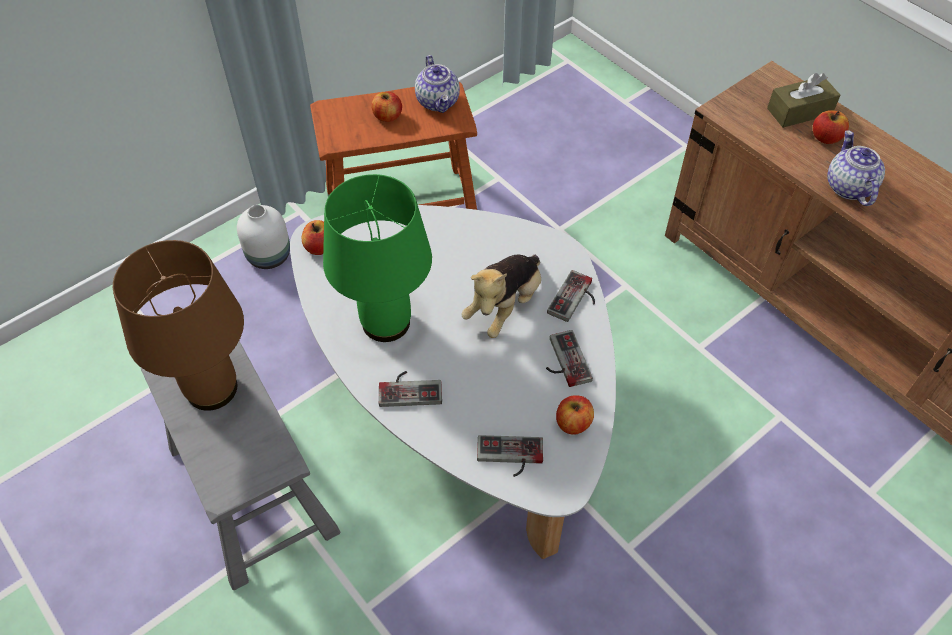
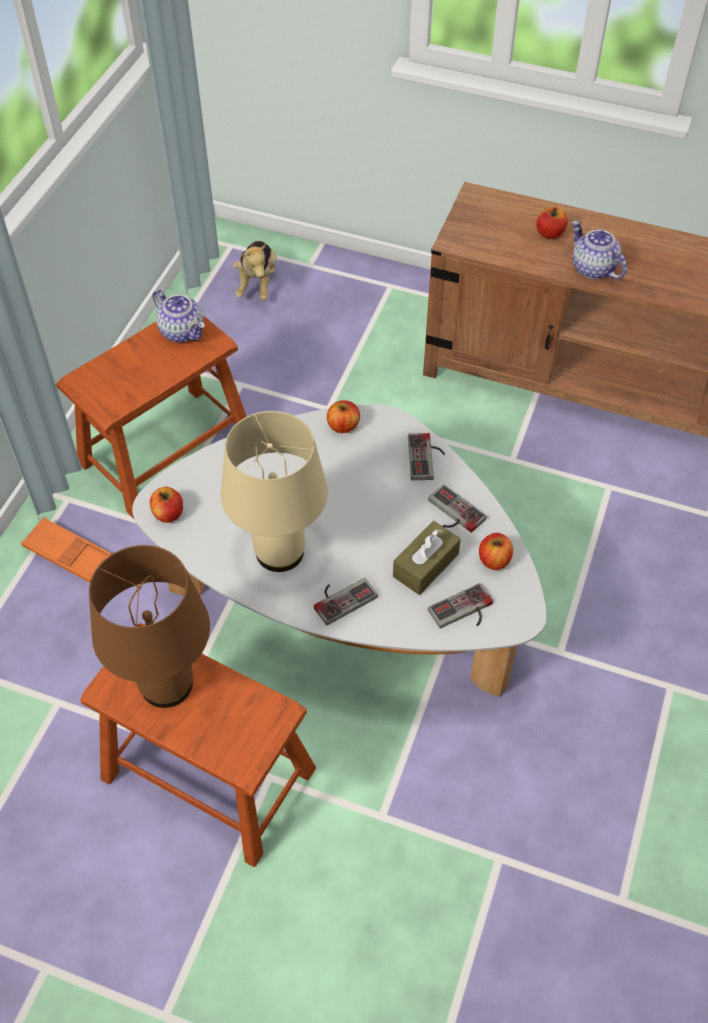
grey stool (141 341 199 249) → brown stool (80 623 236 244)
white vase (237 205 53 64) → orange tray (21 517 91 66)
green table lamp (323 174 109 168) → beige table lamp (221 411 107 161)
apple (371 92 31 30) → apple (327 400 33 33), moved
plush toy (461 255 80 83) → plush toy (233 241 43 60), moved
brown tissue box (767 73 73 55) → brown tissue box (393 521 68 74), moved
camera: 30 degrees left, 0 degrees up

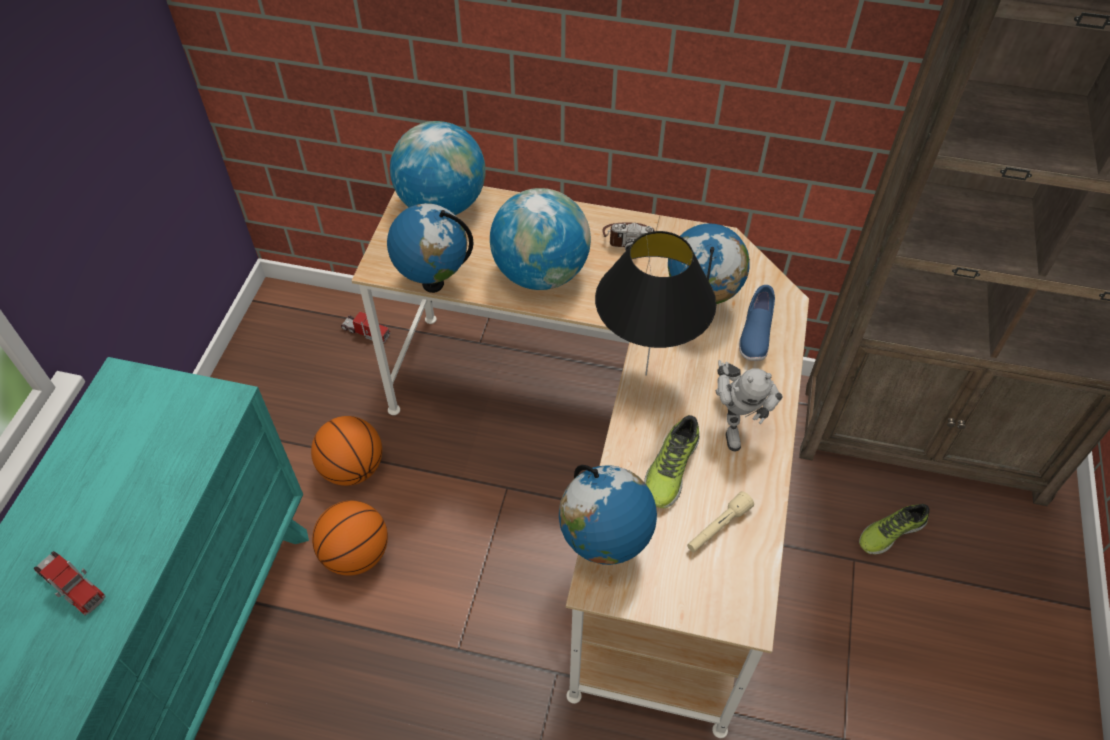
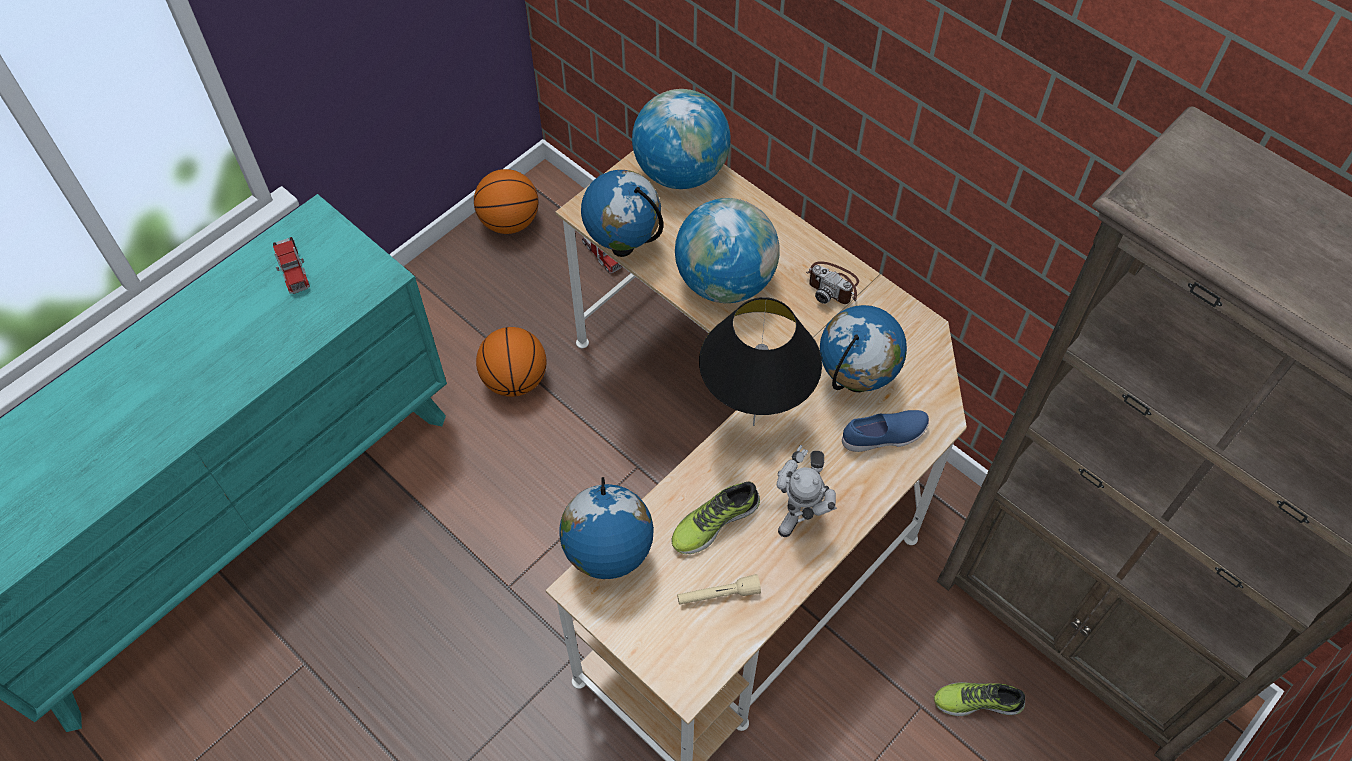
toy truck (34 551 72 64) → toy truck (273 237 37 57), moved
basketball (312 501 76 75) → basketball (474 169 64 65), moved
blue shoe (739 285 36 76) → blue shoe (842 410 87 42), 150 degrees counterclockwise
camera: 30 degrees right, 5 degrees up

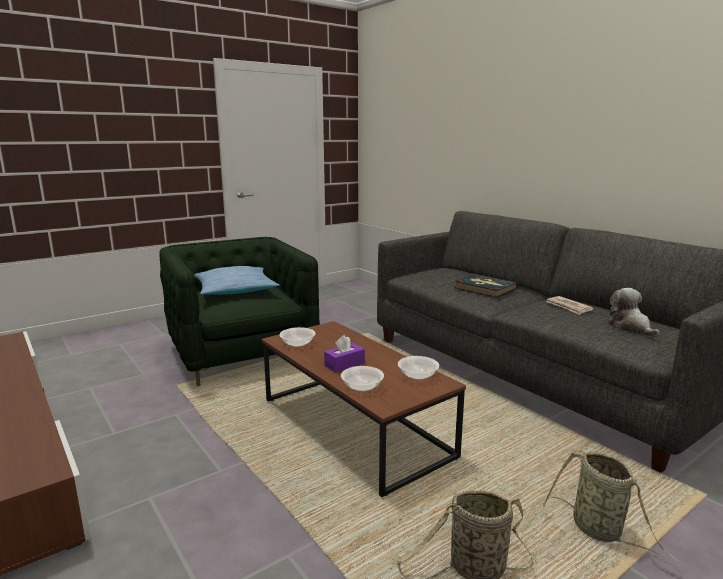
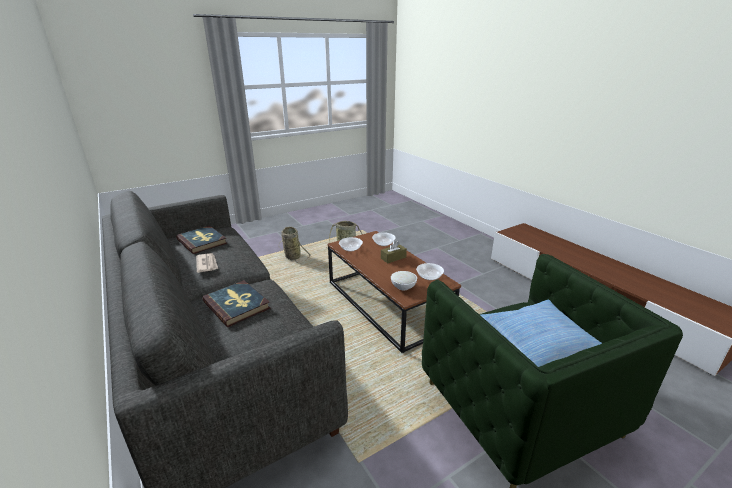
purple tissue box (324 335 41 38) → brown tissue box (381 241 26 22)
plush toy (608 288 52 49) → book (176 226 51 28)
- → white bowl (391 271 26 20)
camera: 175 degrees left, 10 degrees up

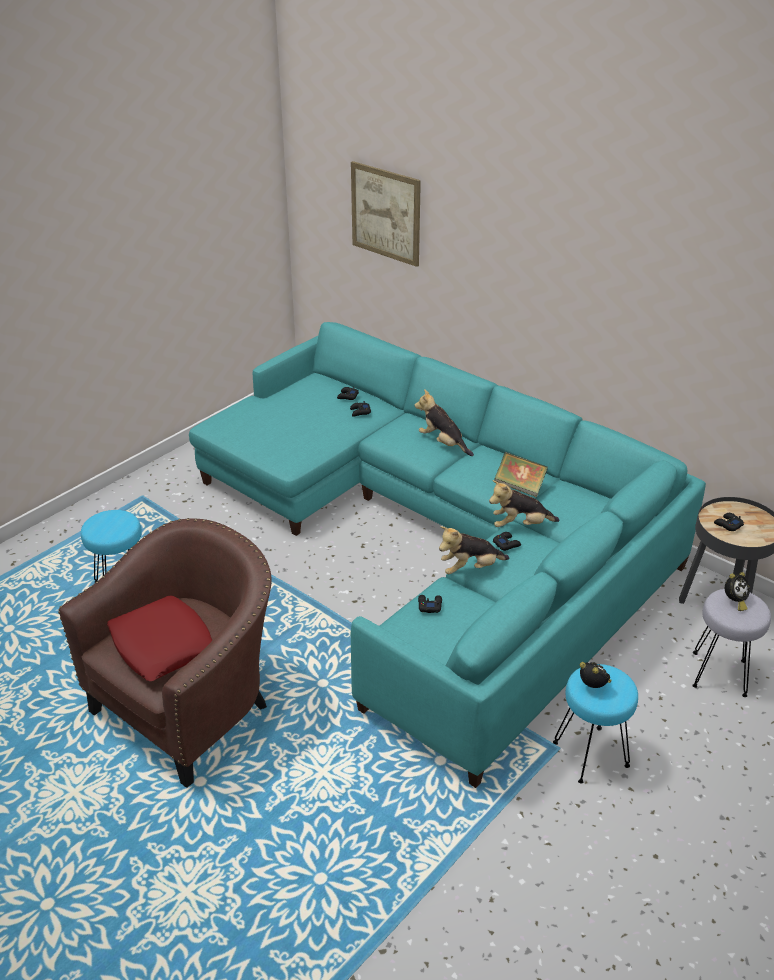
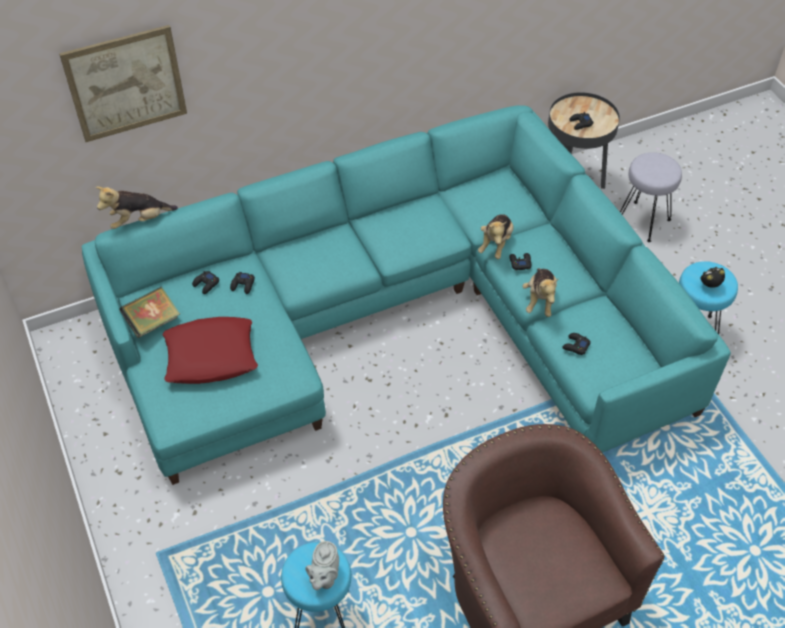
red pillow (107 595 106 86) → red pillow (163 317 95 67), moved
plush toy (415 389 59 67) → plush toy (96 186 82 43), moved
book (494 452 54 45) → book (119 287 61 51), moved
alarm clock (725 572 25 39) → -
- → grey teapot (305 541 34 49)
camera: 65 degrees left, 15 degrees up

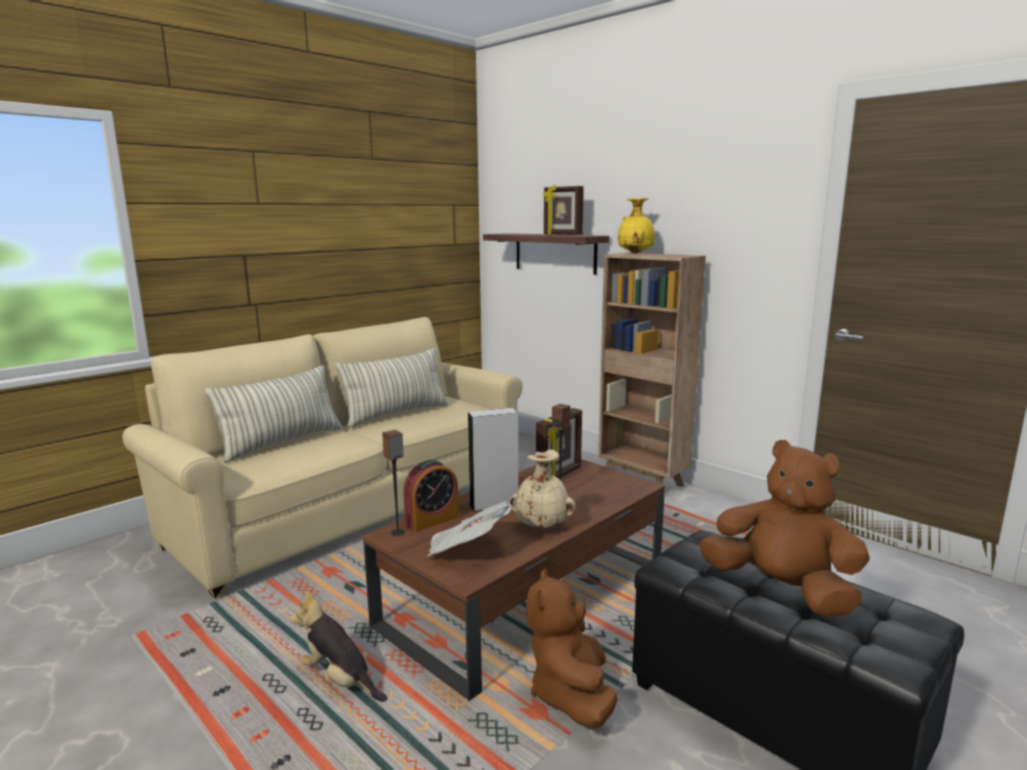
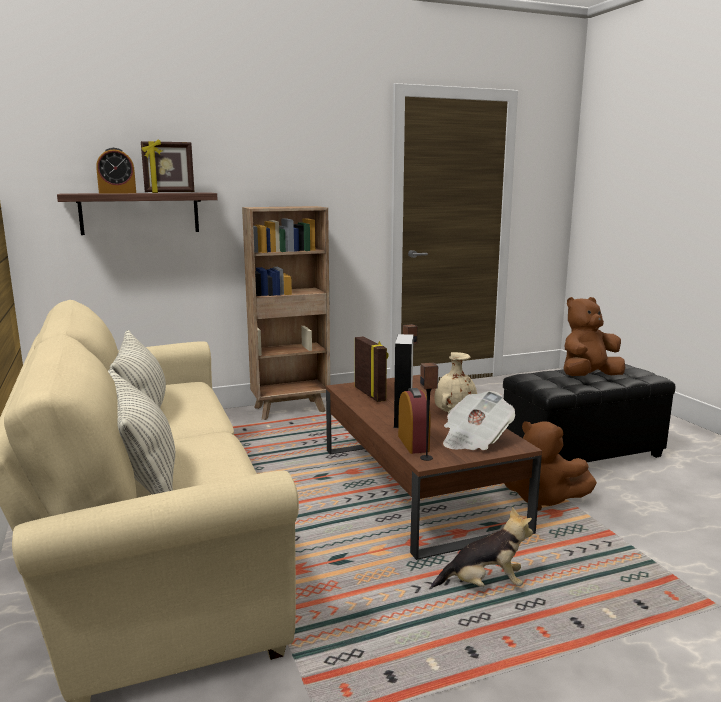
plush toy (290 590 97 112) → plush toy (431 507 102 80), 150 degrees counterclockwise
yellow vase (618 198 37 56) → -
- → alarm clock (96 147 40 47)
camera: 65 degrees left, 0 degrees up

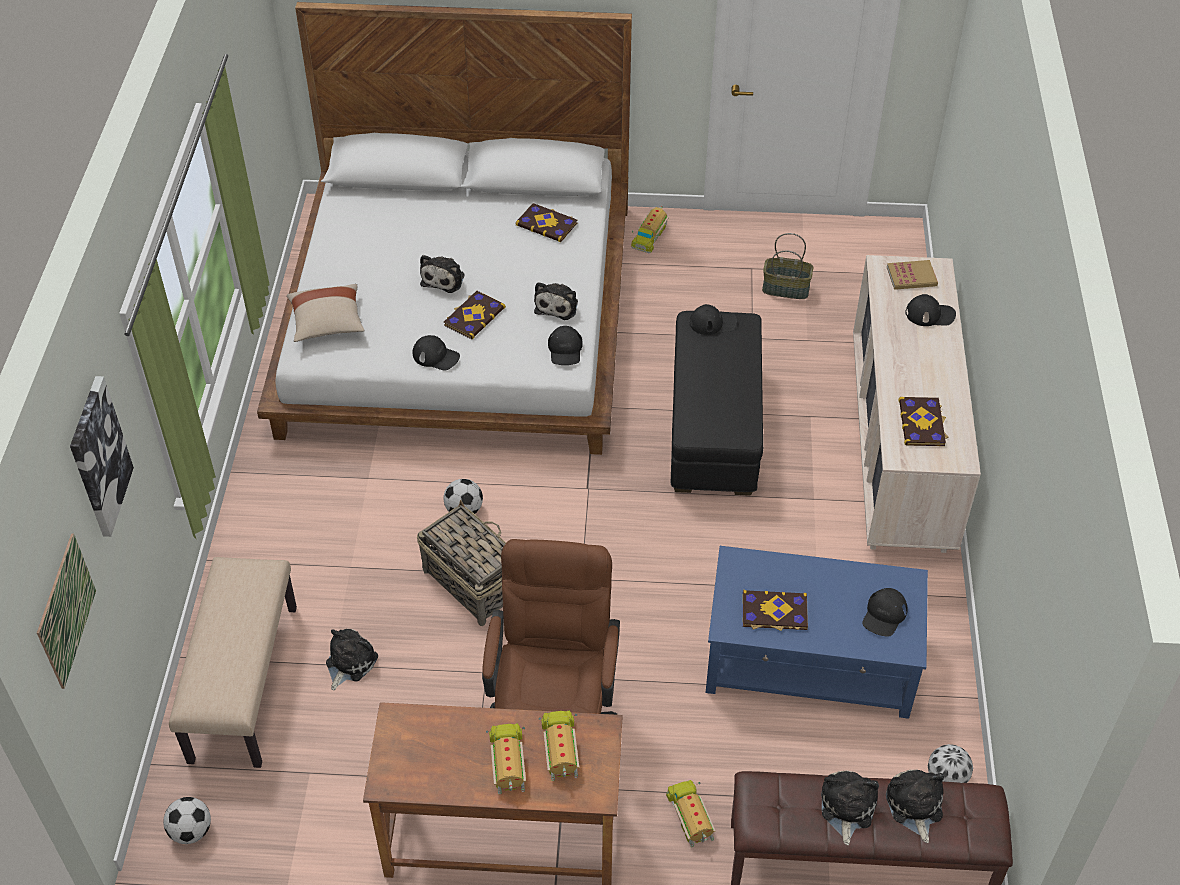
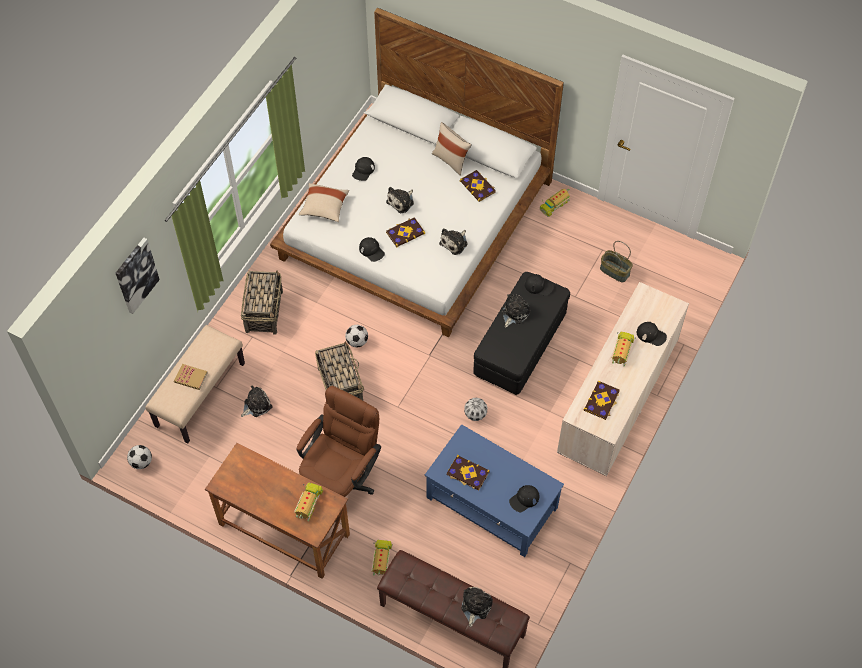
picture (37 534 59 155) → -
toy truck (486 723 40 71) → toy truck (611 331 25 36), moved
black cap (548 326 35 39) → black cap (352 157 23 24), moved
plush toy (821 771 58 74) → plush toy (502 294 29 34), moved
book (887 260 51 30) → book (174 364 34 26), moved
football (928 744 45 39) → football (464 398 23 23), moved
- → basket (241 271 42 64)
- → beige pillow (432 122 40 54)
camera: 25 degrees right, 10 degrees up

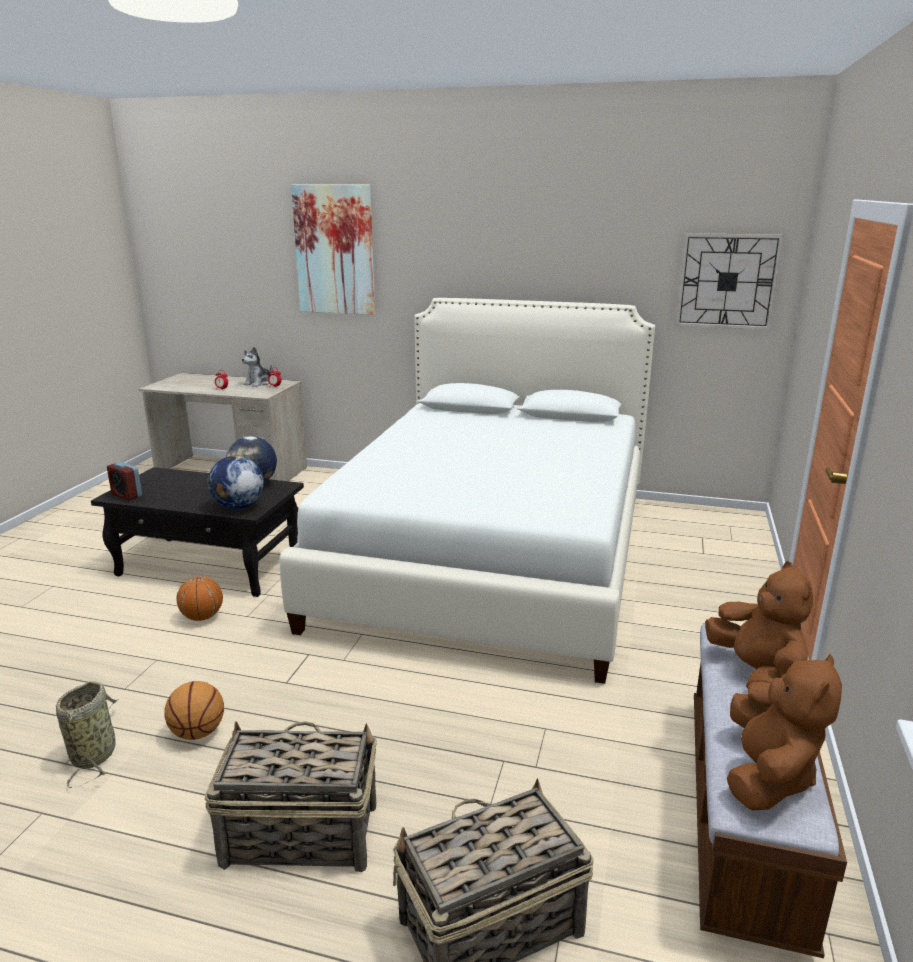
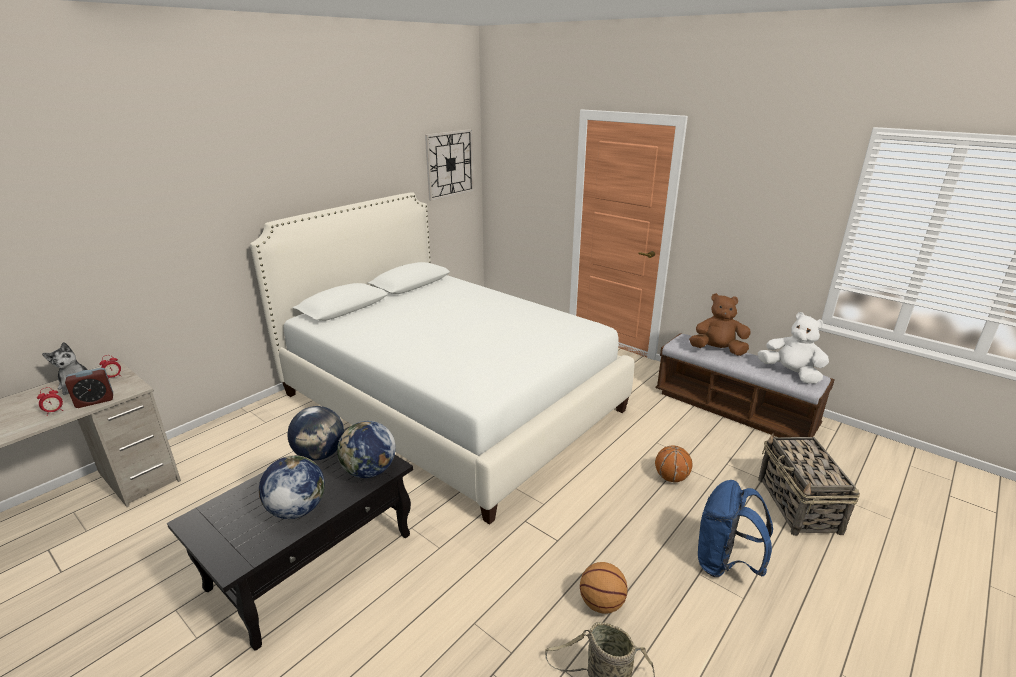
alarm clock (107 462 35 38) → alarm clock (65 368 48 40), moved
basketball (176 576 47 45) → basketball (655 446 38 36), moved
basket (204 721 173 151) → blue backpack (698 480 75 97)
picture (291 184 84 131) → -
brown plush toy (727 654 115 156) → white plush toy (758 312 71 72)
- → globe (259 455 66 64)
camera: 65 degrees left, 5 degrees up

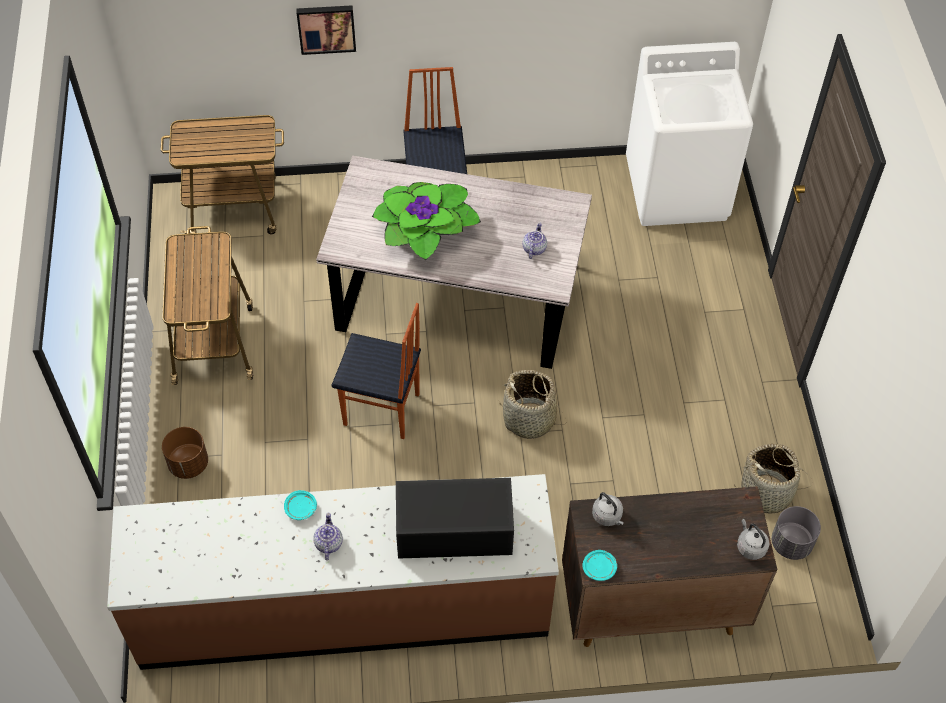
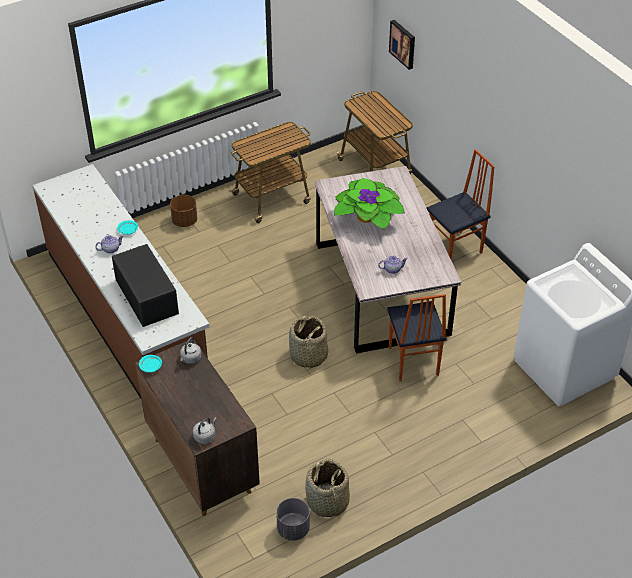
picture (296 5 60 50) → picture (389 20 26 50), moved
chair (332 303 89 136) → chair (387 294 60 87), moved
camera: 65 degrees right, 10 degrees down

